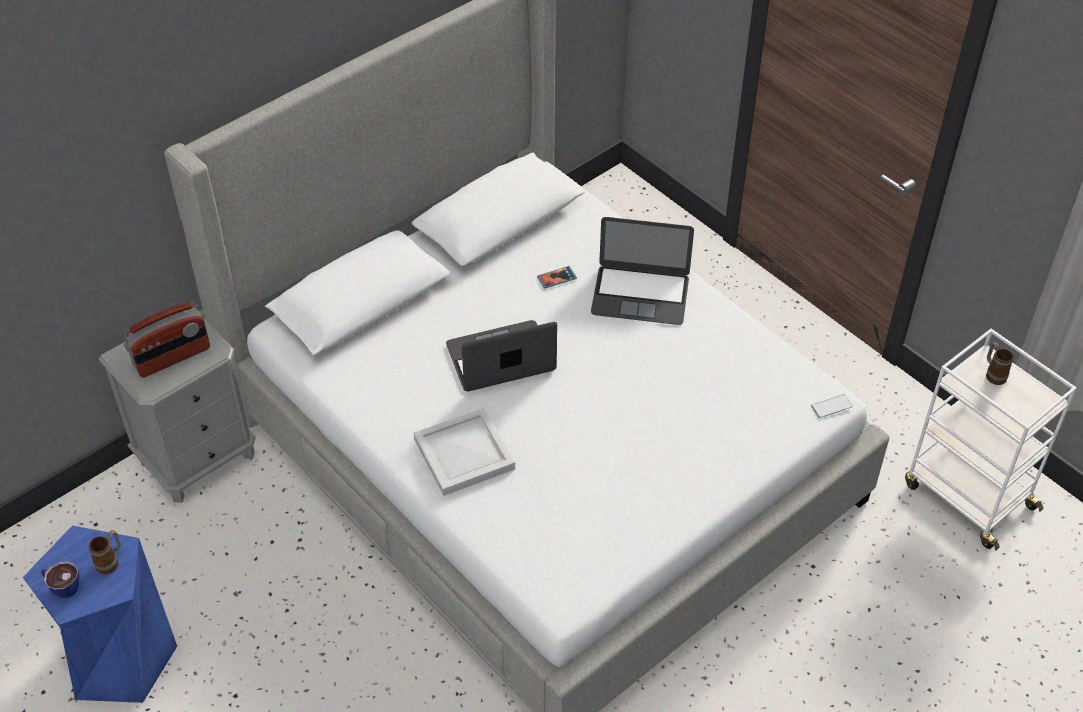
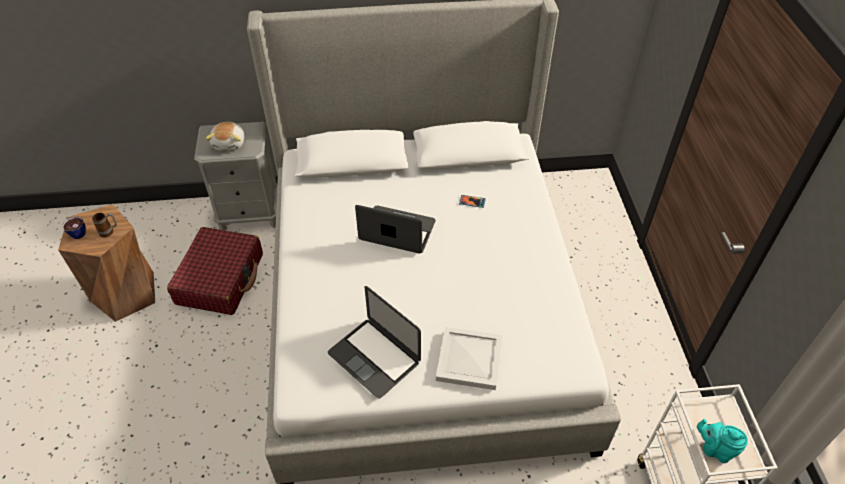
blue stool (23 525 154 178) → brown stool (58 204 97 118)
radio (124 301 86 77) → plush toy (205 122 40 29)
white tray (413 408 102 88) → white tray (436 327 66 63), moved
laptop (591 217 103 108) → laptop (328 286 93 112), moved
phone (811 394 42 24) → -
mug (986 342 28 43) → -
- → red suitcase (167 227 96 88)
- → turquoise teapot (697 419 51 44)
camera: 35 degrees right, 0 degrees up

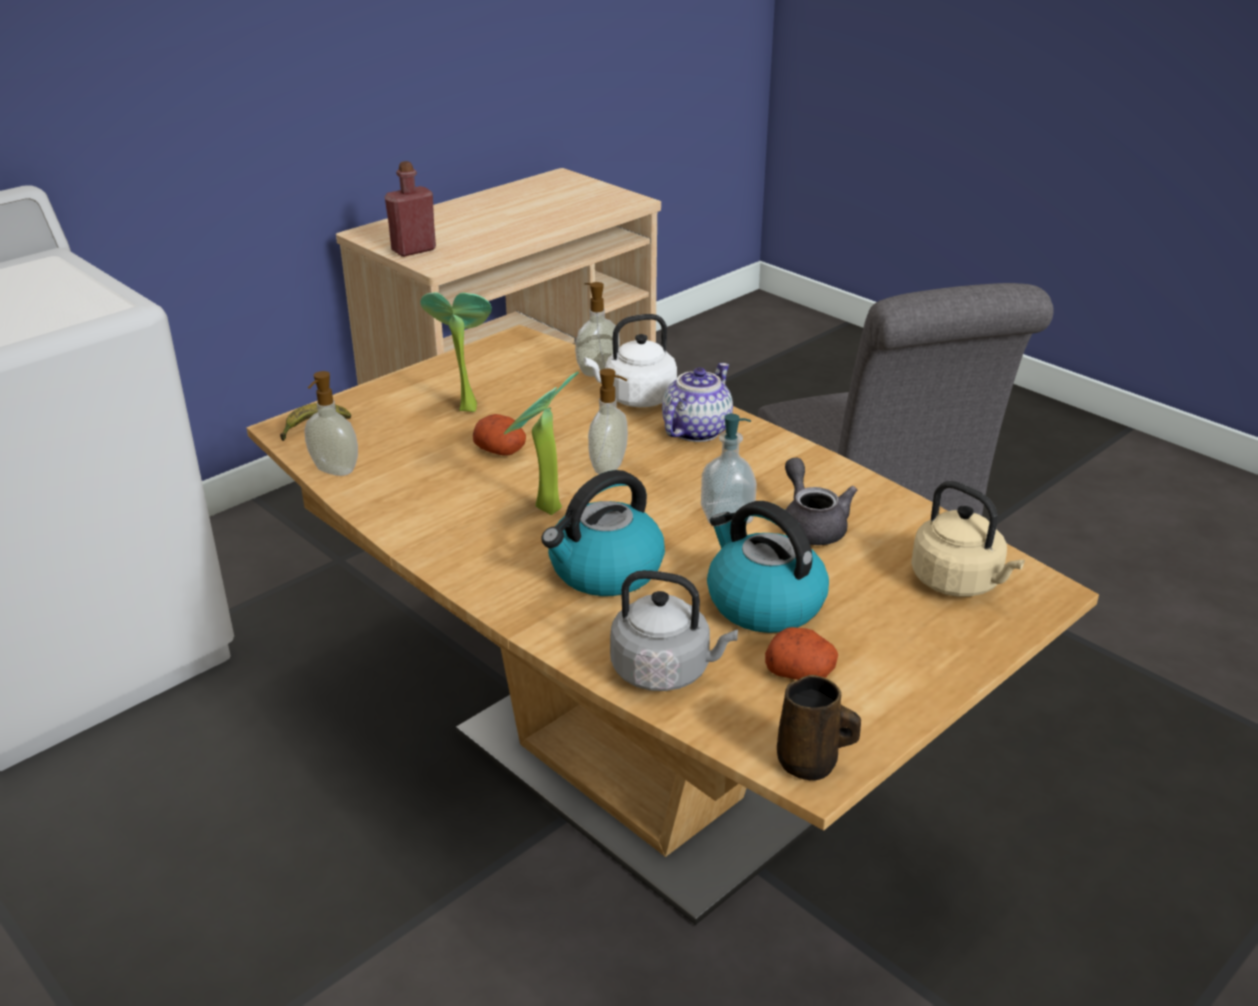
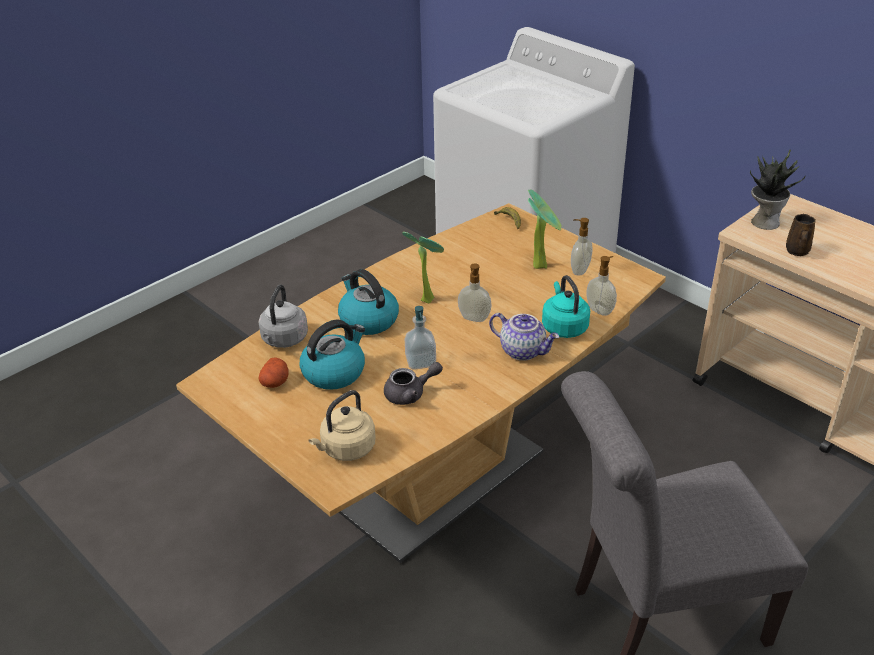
soap dispenser (304 371 54 105) → soap dispenser (571 218 22 58), moved
red bottle (385 161 51 96) → potted plant (750 150 56 80)
potato (473 414 53 42) → -
white kettle (584 314 93 93) → turquoise kettle (542 275 48 63)
brown mug (777 675 84 106) → brown mug (786 214 30 42), moved
camera: 90 degrees right, 5 degrees up

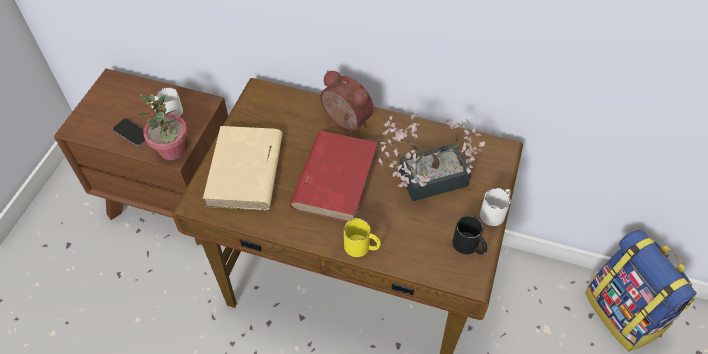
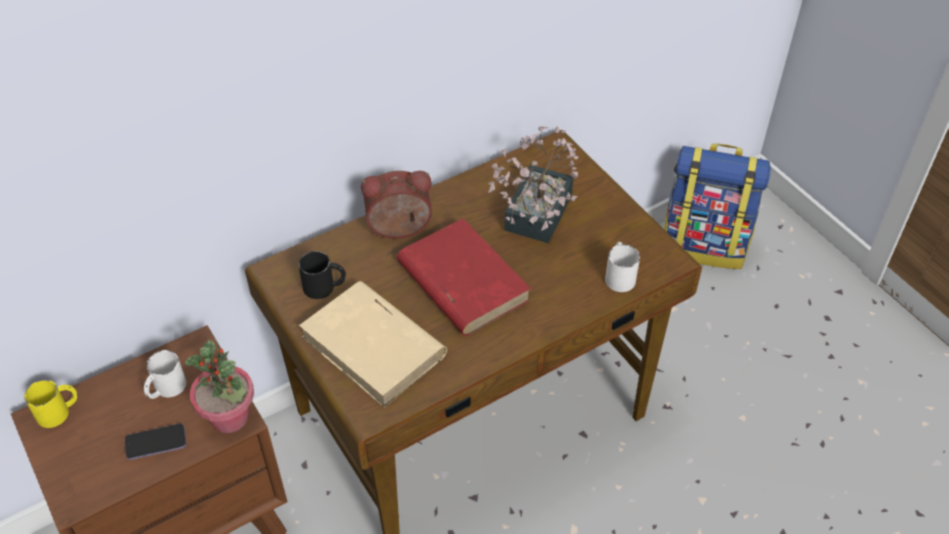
yellow mug (344 218 37 39) → yellow mug (24 380 54 48), moved
black mug (453 216 34 39) → black mug (298 251 48 48), moved
white mug (480 188 31 38) → white mug (605 242 35 50), moved
camera: 50 degrees left, 5 degrees down

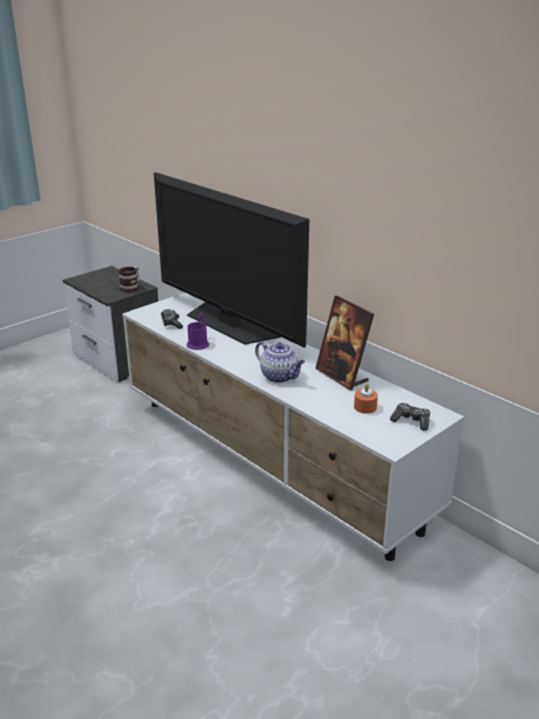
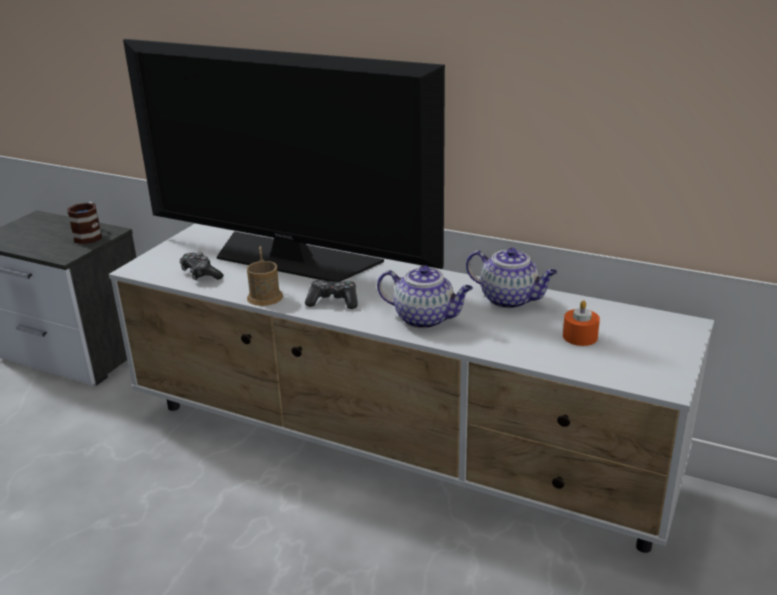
purple mug (187 313 22 37) → brown mug (247 246 36 60)
picture frame (315 296 59 94) → teapot (466 248 92 61)
game controller (390 403 40 28) → game controller (305 280 53 29), moved
camera: 20 degrees left, 0 degrees up

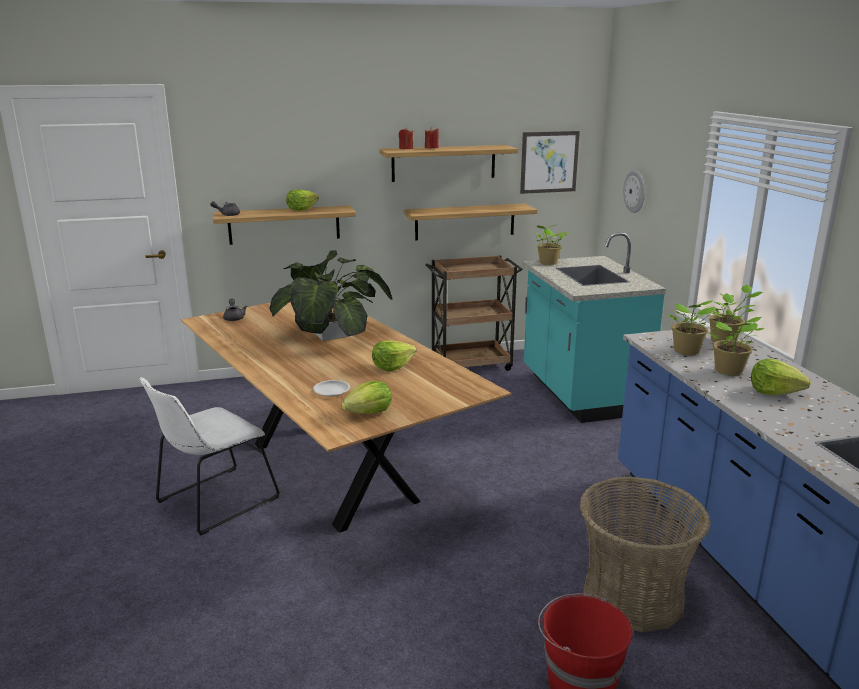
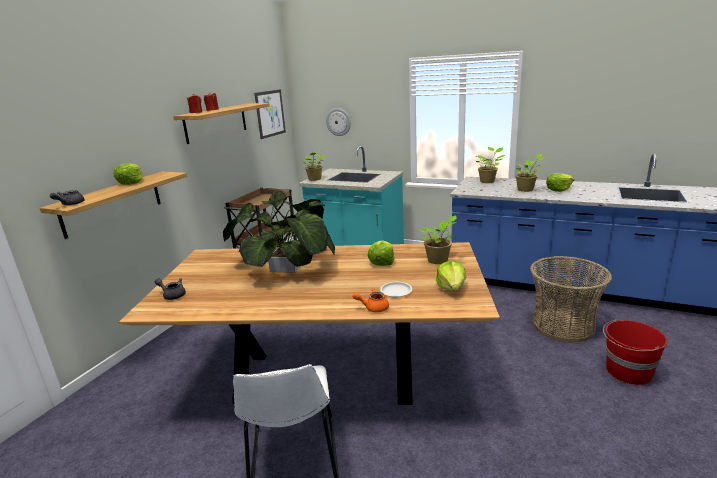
shelf (403 204 134 36) → -
potted plant (668 300 52 55) → potted plant (419 215 38 49), moved
- → orange teapot (352 288 37 24)
camera: 50 degrees left, 0 degrees up

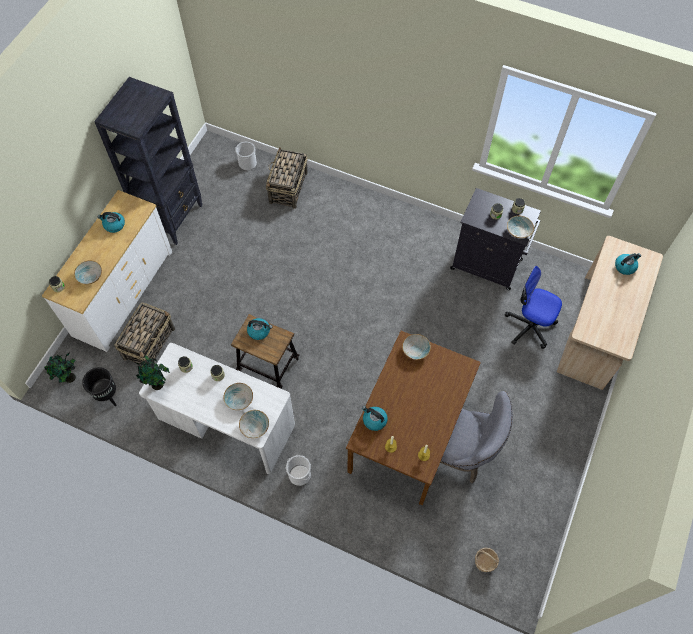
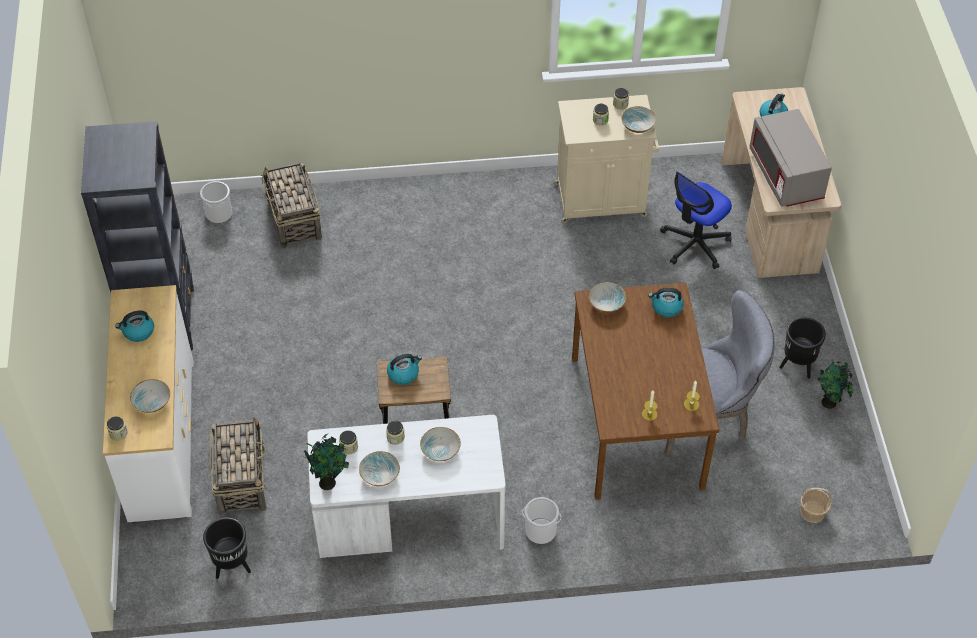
potted plant (44 352 32 31) → potted plant (817 359 36 50), moved
bowl (239 410 30 28) → bowl (359 451 41 35), moved
kettle (362 406 26 25) → kettle (648 287 36 30), moved
black cabinet (450 188 91 102) → beige cabinet (554 95 105 129)
office chair (505 266 57 83) → office chair (660 171 72 98), 45 degrees counterclockwise
- → grey microwave (749 109 83 98)
- → black planter (779 317 47 62)
camera: 30 degrees left, 10 degrees down

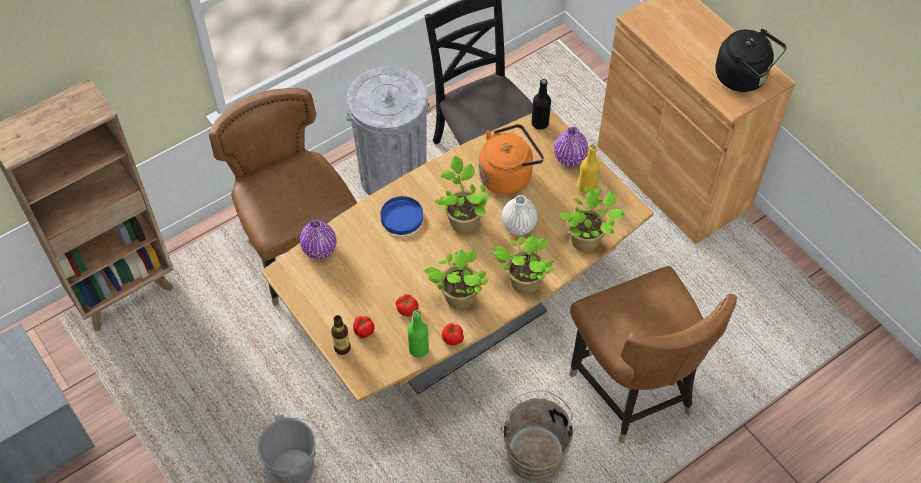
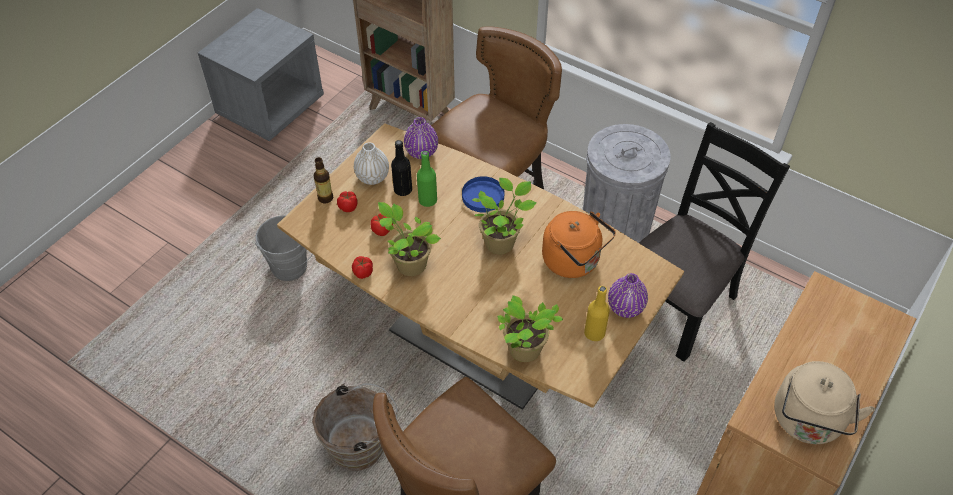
green bottle (408 310 21 48) → green bottle (417 151 20 56), moved
potted plant (492 235 61 59) → -
white vase (502 195 36 40) → white vase (354 142 35 43), moved
black bottle (531 79 20 51) → black bottle (391 140 21 56), moved
black kettle (715 29 71 63) → beige kettle (774 361 101 83)
camera: 70 degrees right, 5 degrees down

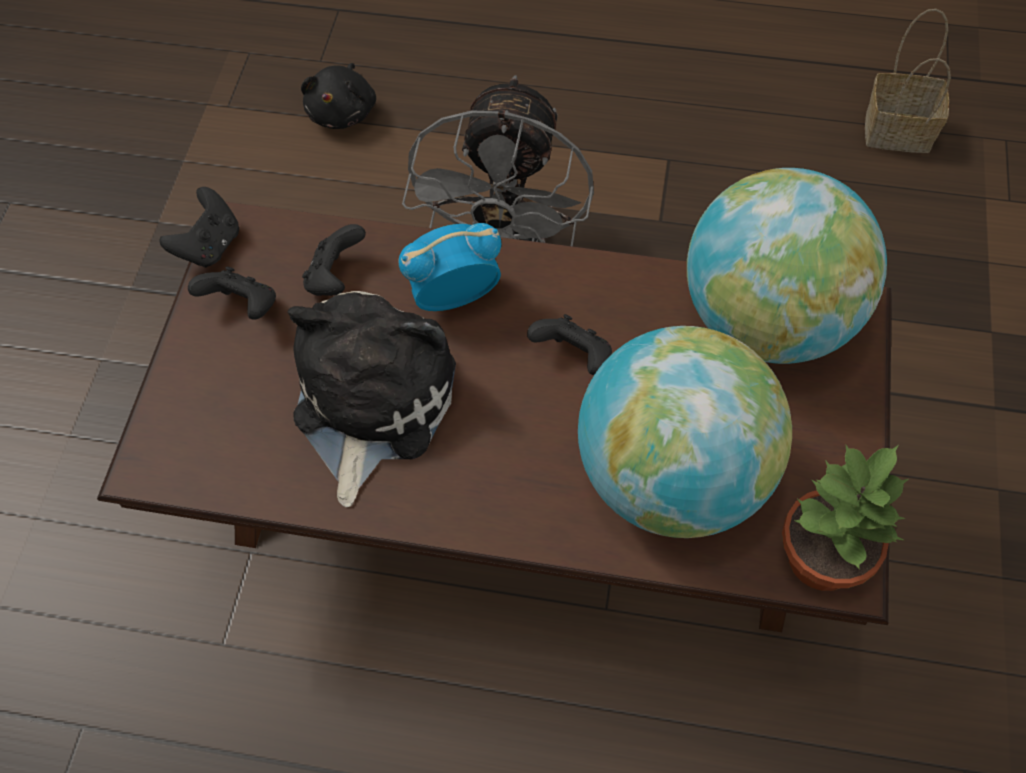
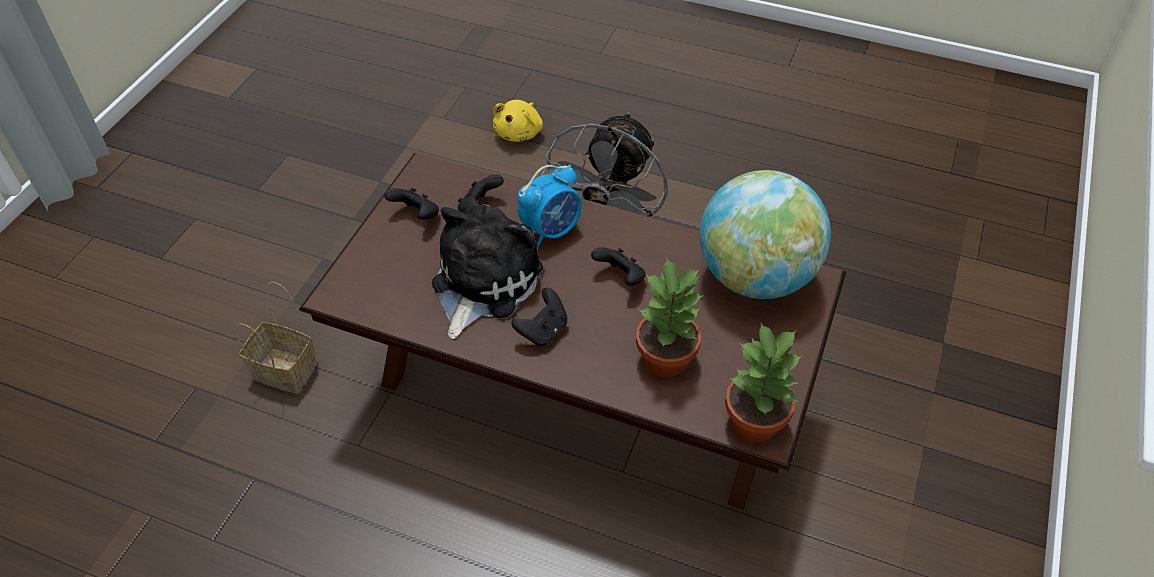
black game controller (159 187 80 80) → black game controller (511 288 56 58), moved
black plush toy (301 63 75 66) → yellow plush toy (493 100 50 42)
alarm clock (399 223 102 88) → alarm clock (517 164 64 84), 150 degrees clockwise
globe (578 326 214 212) → potted plant (636 258 68 119)
basket (865 9 86 144) → basket (235 282 82 111), moved
camera: 10 degrees right, 10 degrees down

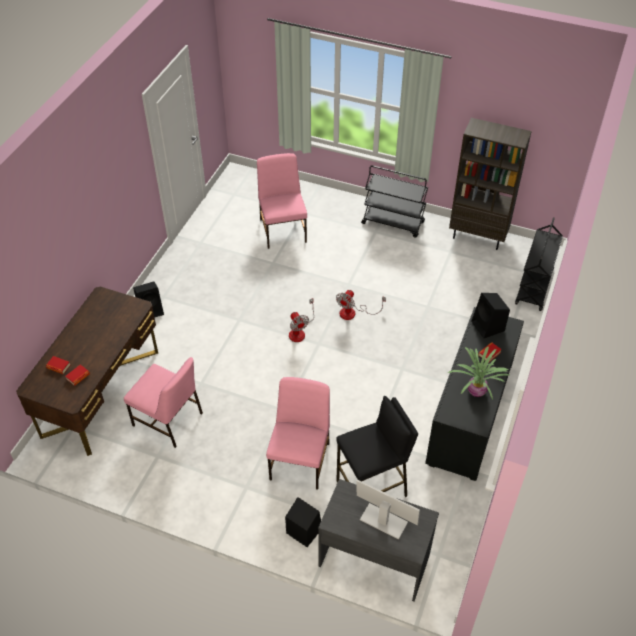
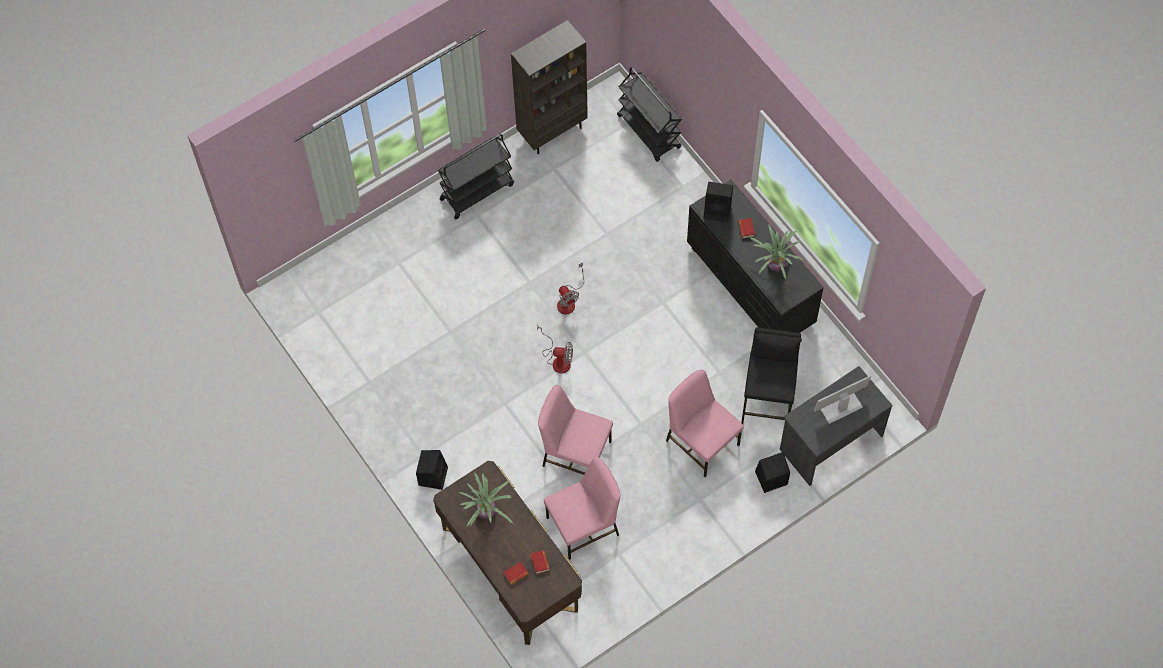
pink chair (257 153 50 96) → pink chair (538 385 75 90), moved
- → potted plant (458 472 55 55)
camera: 55 degrees left, 15 degrees up

